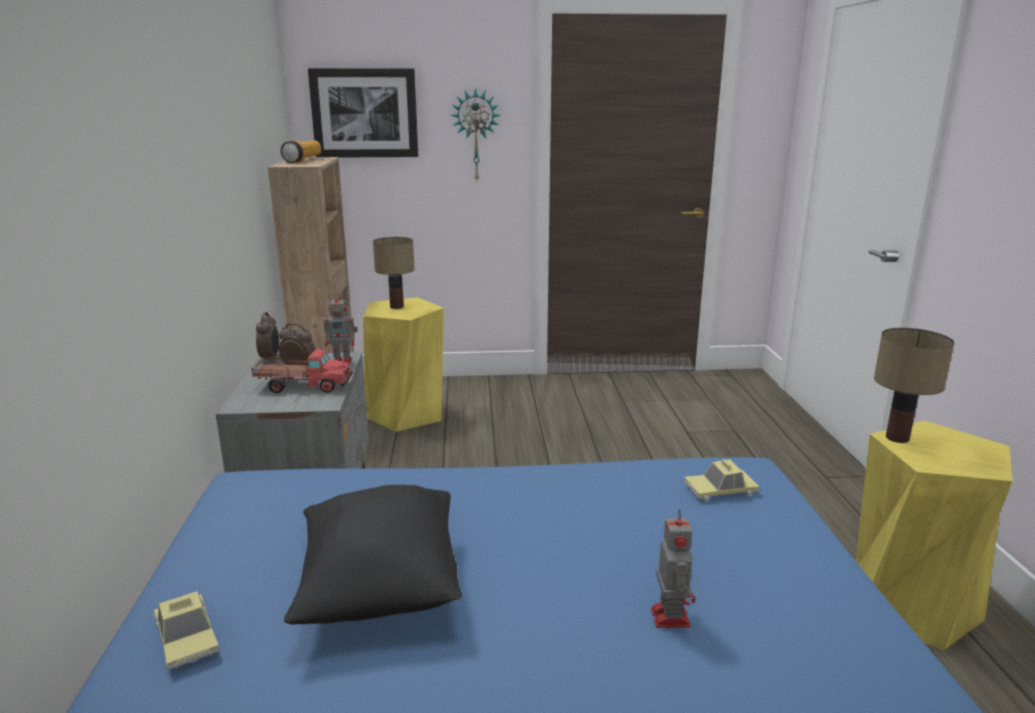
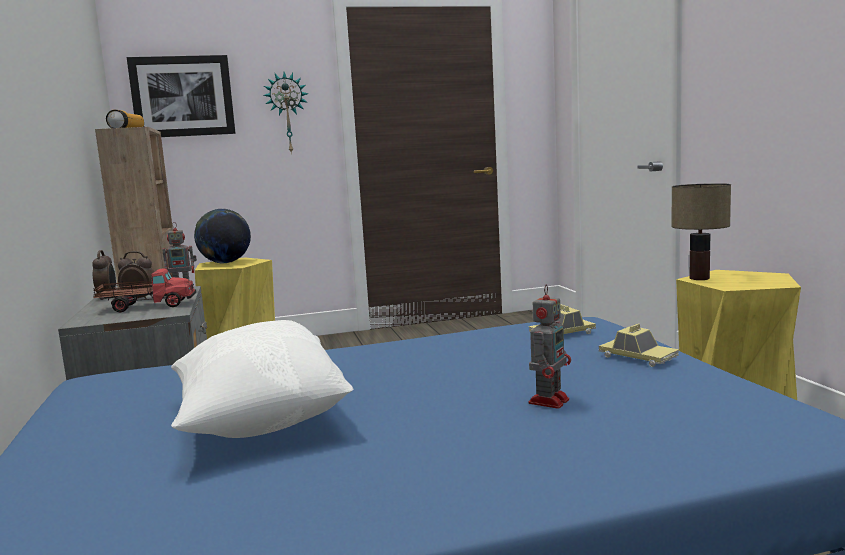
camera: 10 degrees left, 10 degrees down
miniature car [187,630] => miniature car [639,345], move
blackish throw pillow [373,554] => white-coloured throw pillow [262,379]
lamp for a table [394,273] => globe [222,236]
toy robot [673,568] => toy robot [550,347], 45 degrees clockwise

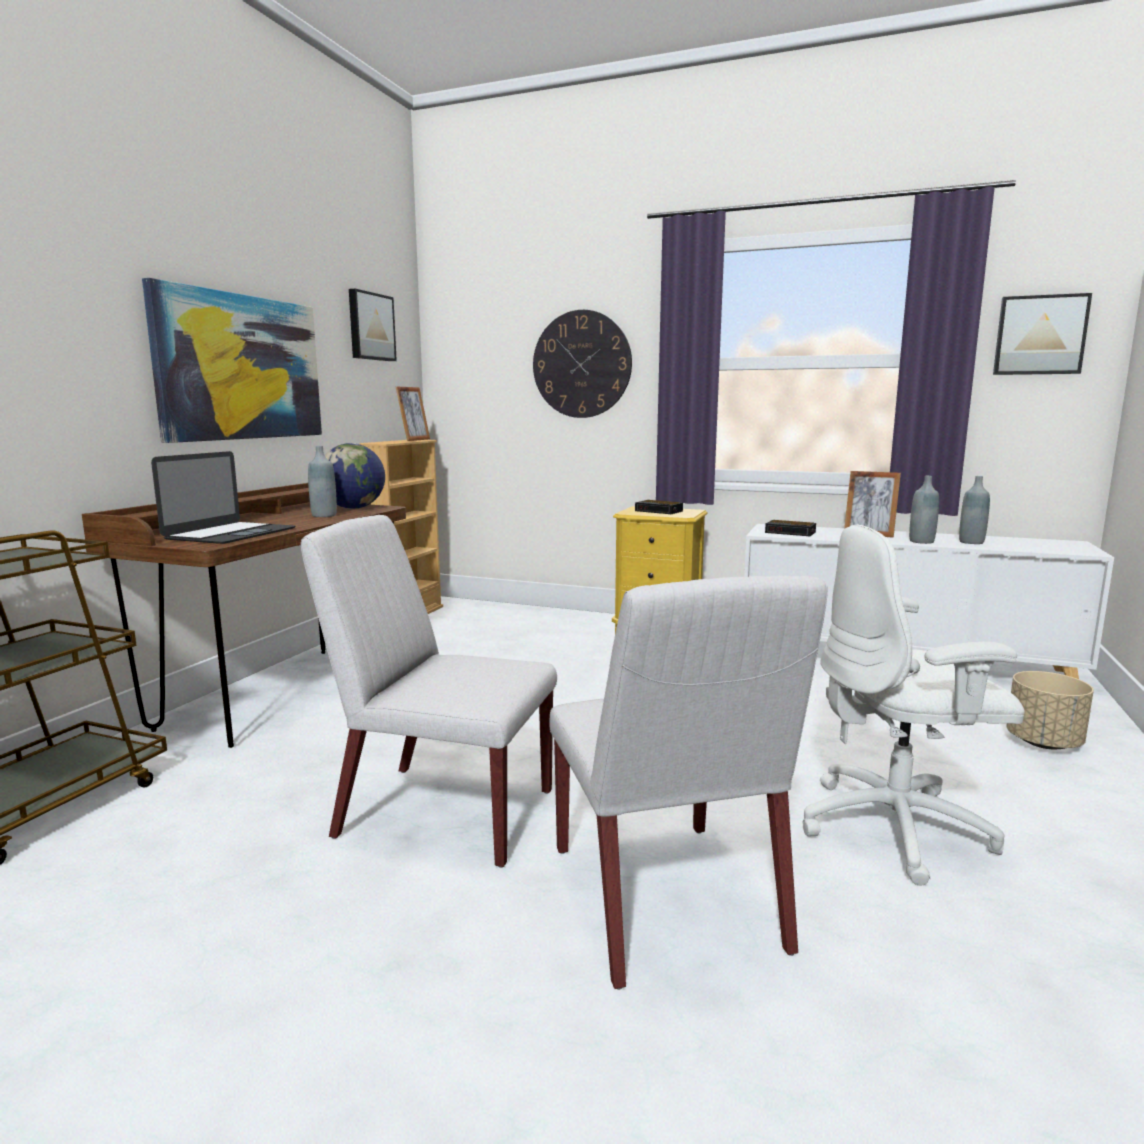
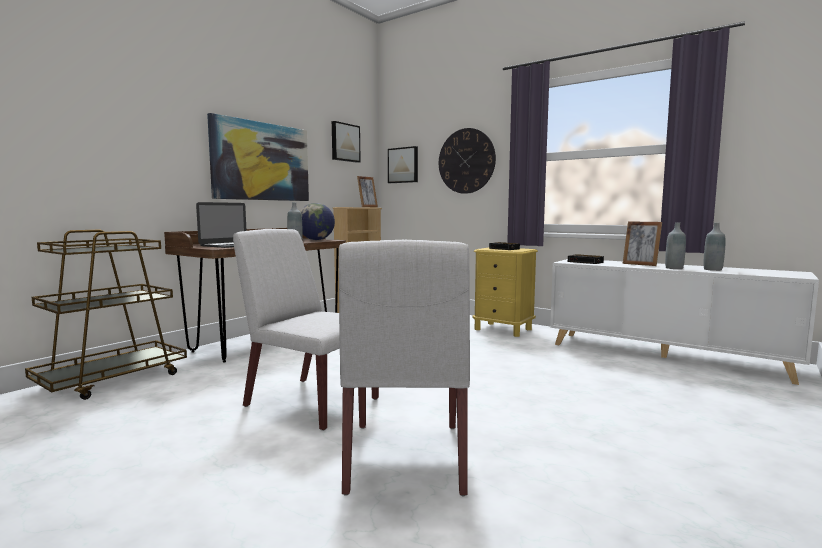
camera: 15 degrees right, 5 degrees down
white-coloured office chair [914,705] => nothing
wall picture [1042,334] => wall picture [403,164], move
beige-coloured plant pot [1050,710] => nothing

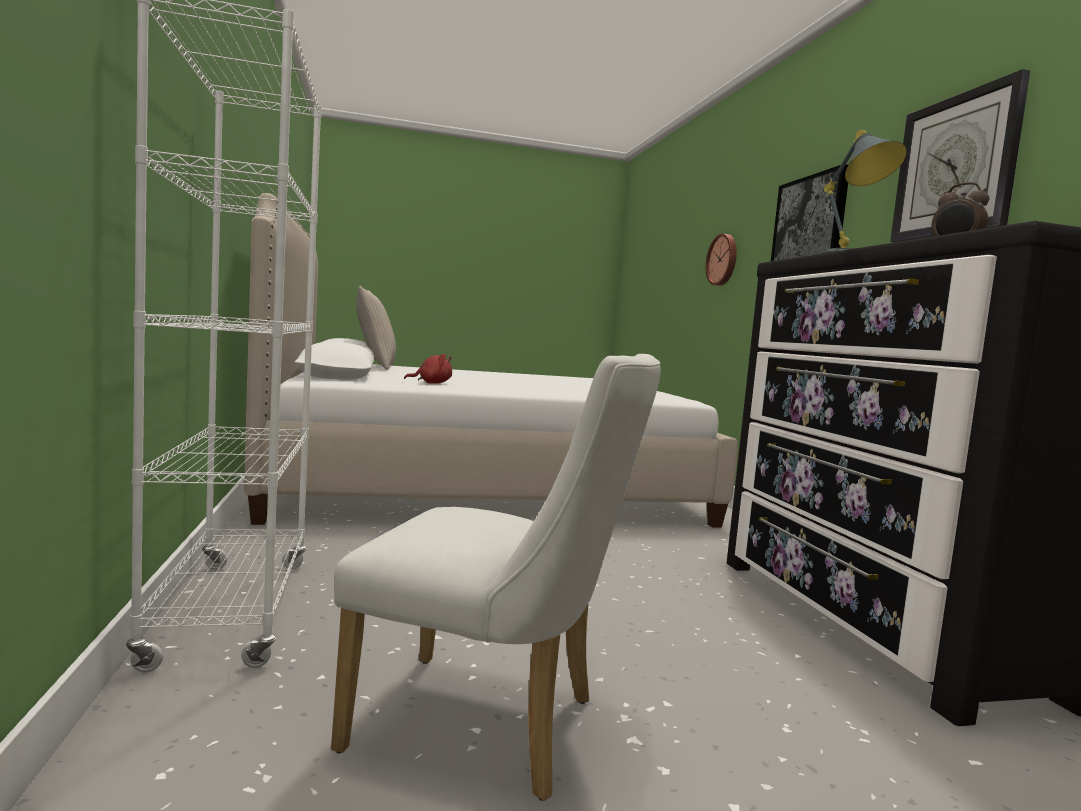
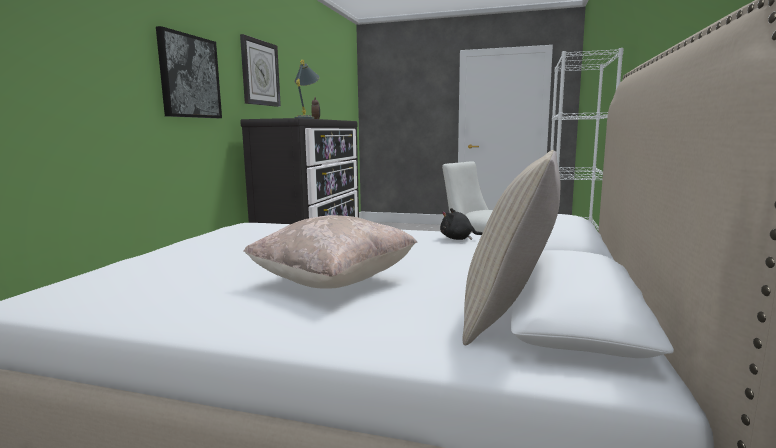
camera: 150 degrees left, 5 degrees up
red cuddly toy [428,369] => blackish cuddly toy [461,224]
clock on the wall [721,260] => nothing
nothing => beige-coloured throw pillow [330,252]

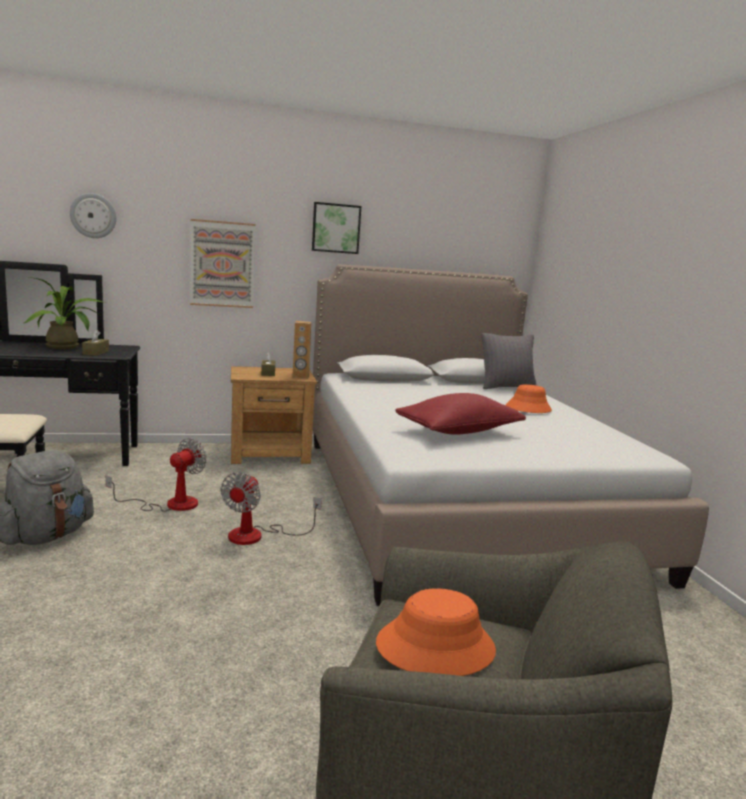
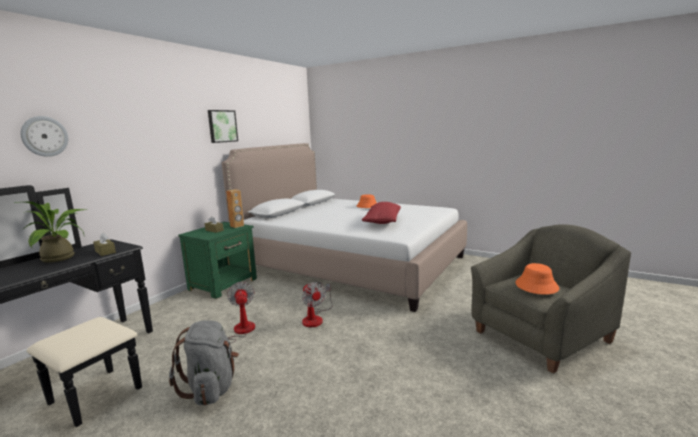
camera: 45 degrees left, 0 degrees up
wall picture [223,263] => nothing
brownish night table [274,415] => green-coloured night table [217,260]
grey throw pillow [509,361] => nothing

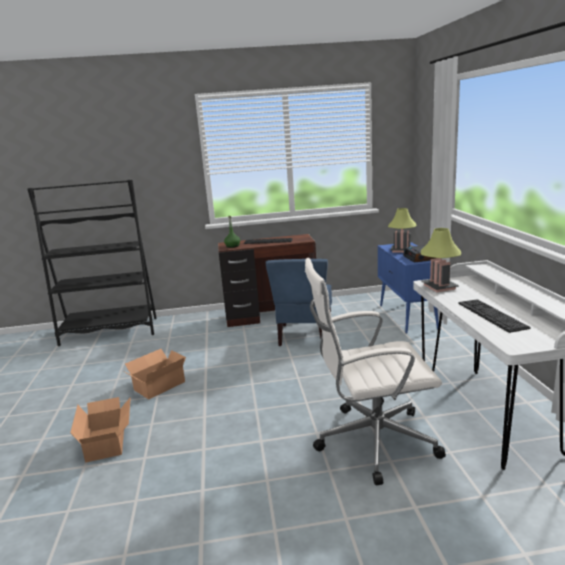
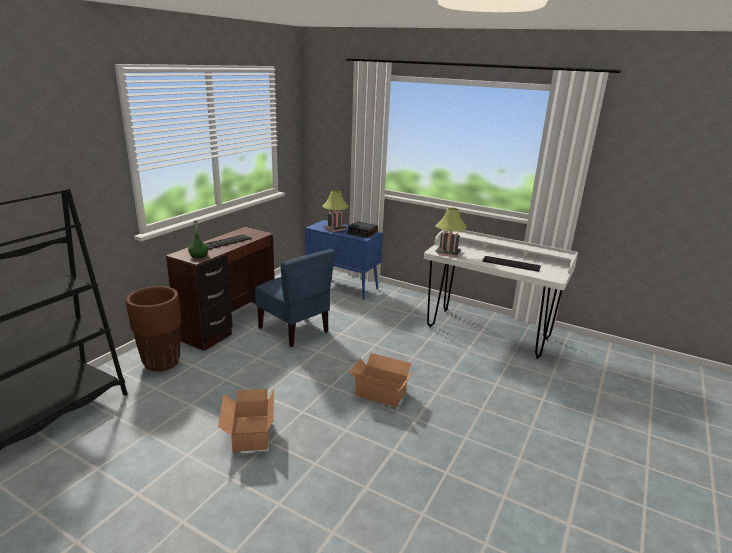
camera: 55 degrees left, 5 degrees up
packing box [100,430] => packing box [381,380], move
white-coloured office chair [375,371] => nothing
nothing => brownish plant pot [153,329]

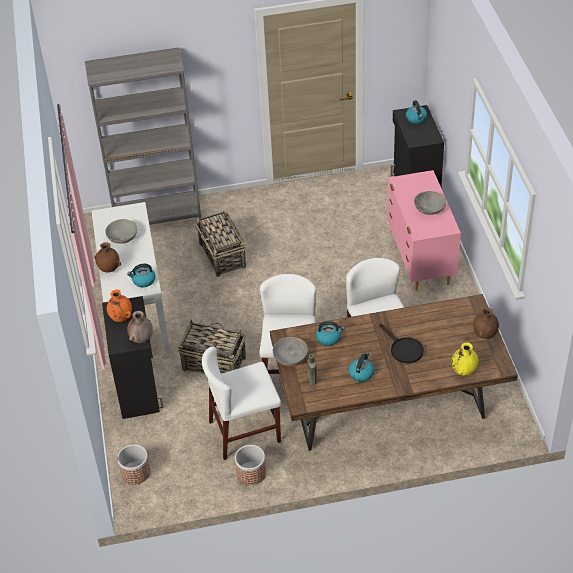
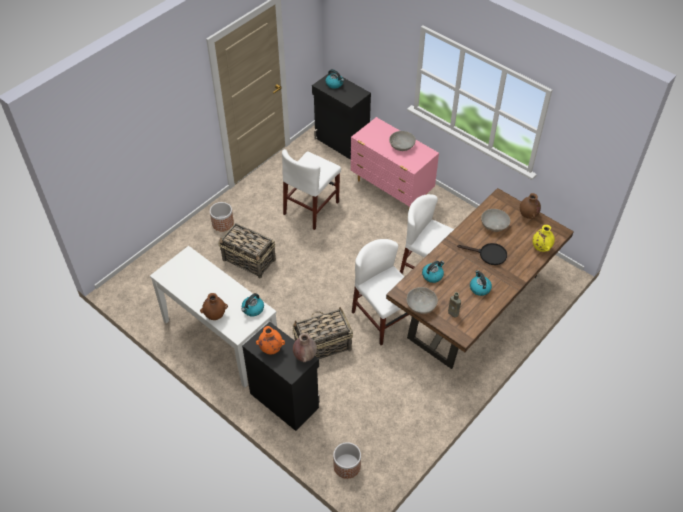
camera: 40 degrees left, 5 degrees up
grey shelving unit [143,136] => nothing
grey bowl [121,231] => grey bowl [495,220], move
white-coloured plain chair [241,403] => white-coloured plain chair [311,189], move
plant pot [250,465] => plant pot [222,217], move

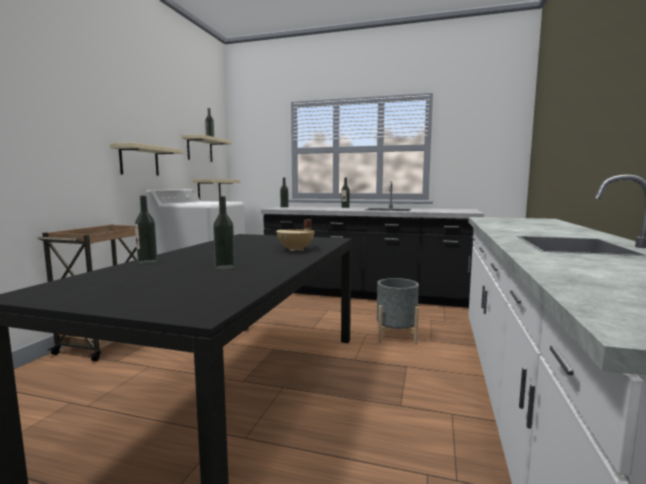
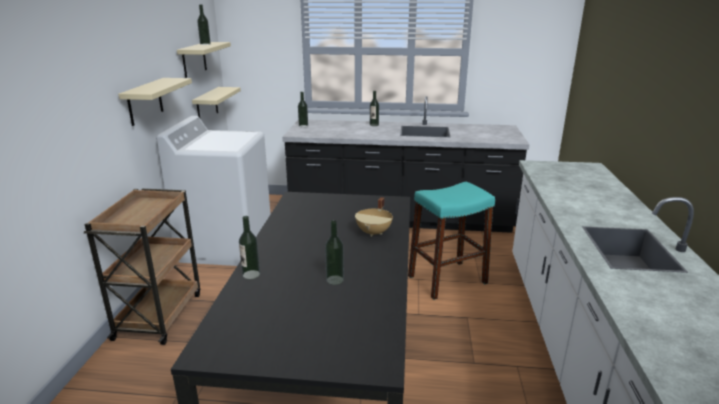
camera: 10 degrees left, 15 degrees up
grey plant pot [398,311] => turquoise stool [451,241]

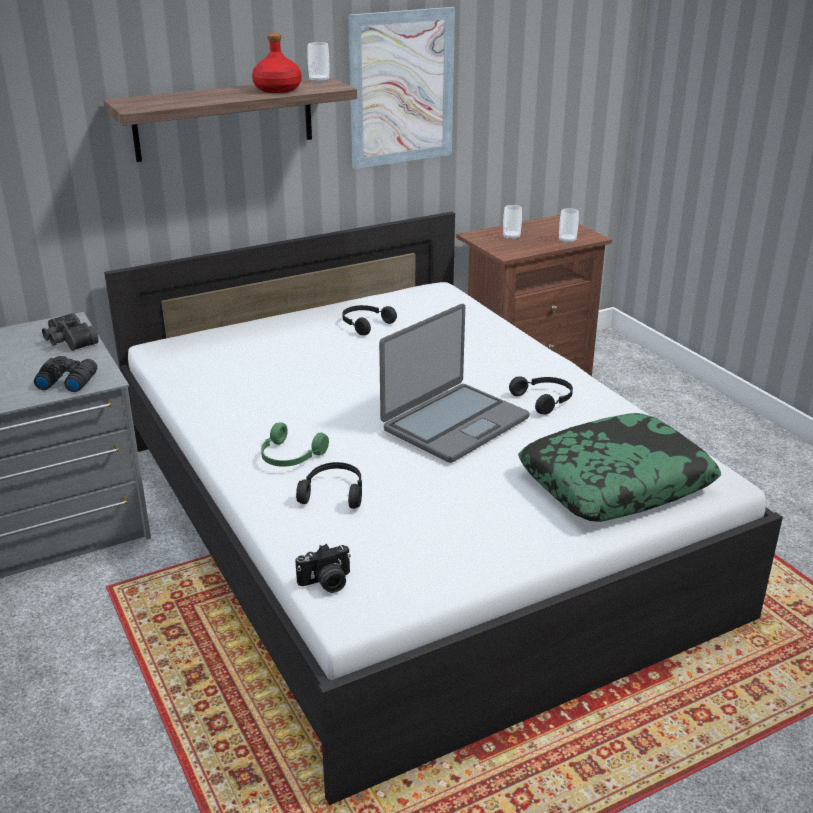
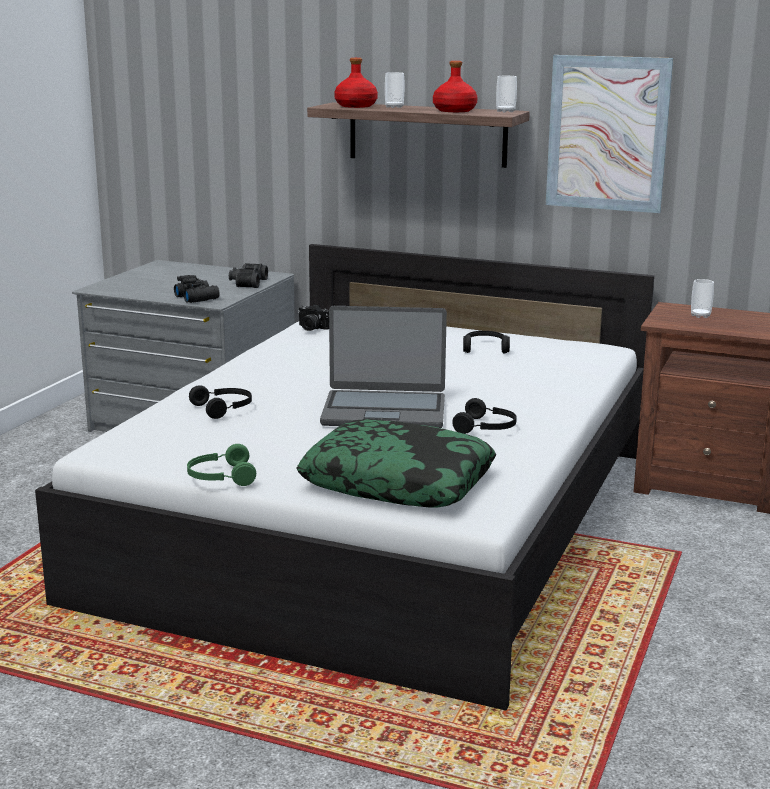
camera: 50 degrees right, 10 degrees down
green-coloured headphones [295,444] => green-coloured headphones [221,465], move
still camera [323,568] => still camera [313,317], move
small cup [569,226] => small cup [395,90], move
nothing => red drink bottle [356,83]

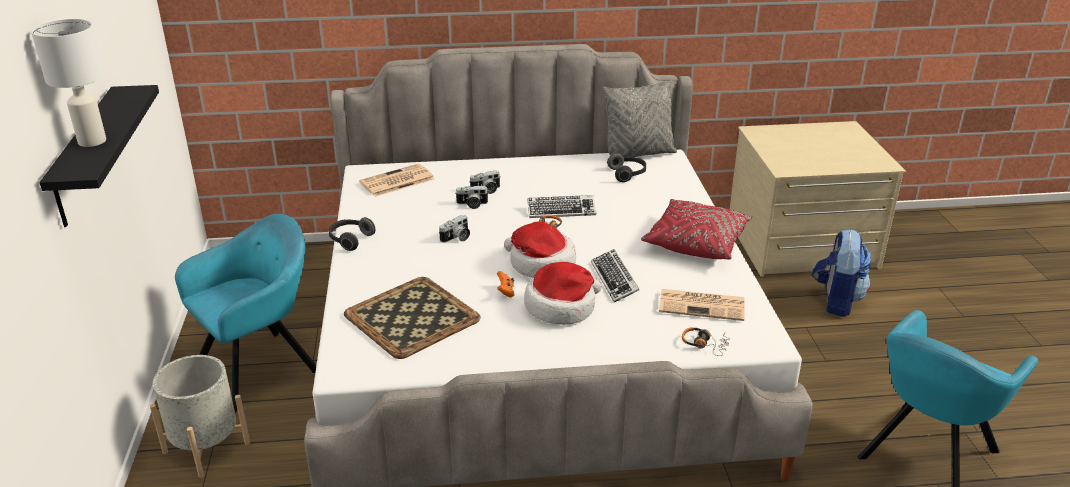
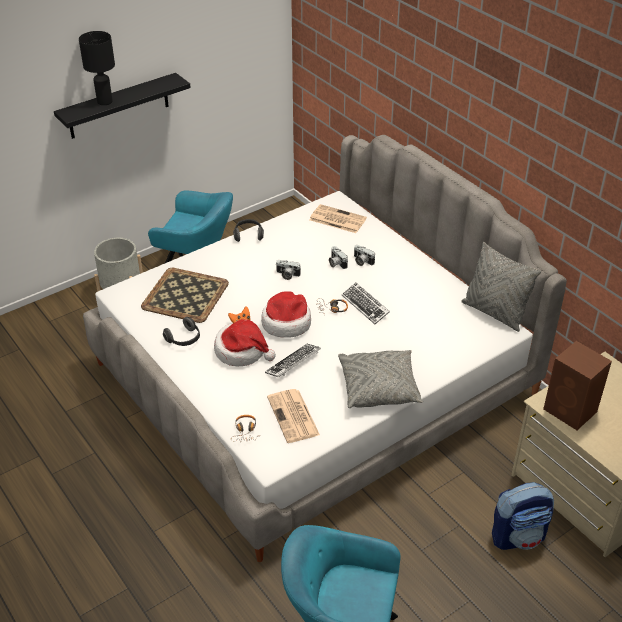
camera: 60 degrees right, 10 degrees up
white-coloured lamp for a table [68,83] => blackish lamp for a table [97,68]
headphones [626,167] => headphones [181,331], move
red throw pillow [696,229] => grey throw pillow [380,379]
nothing => brownish loudspeaker [577,385]

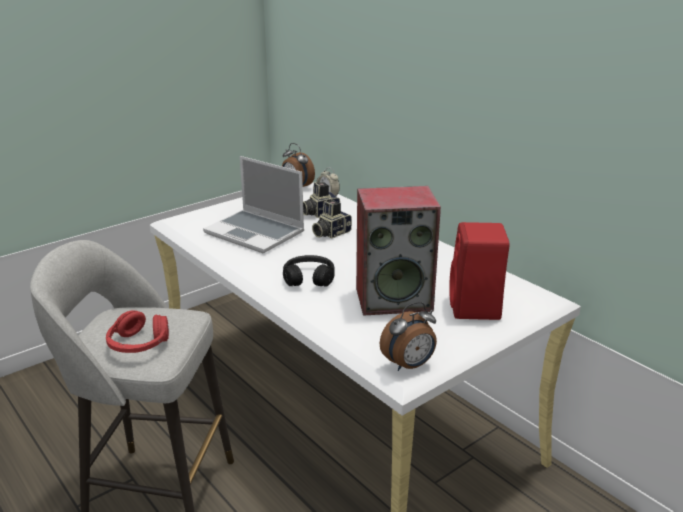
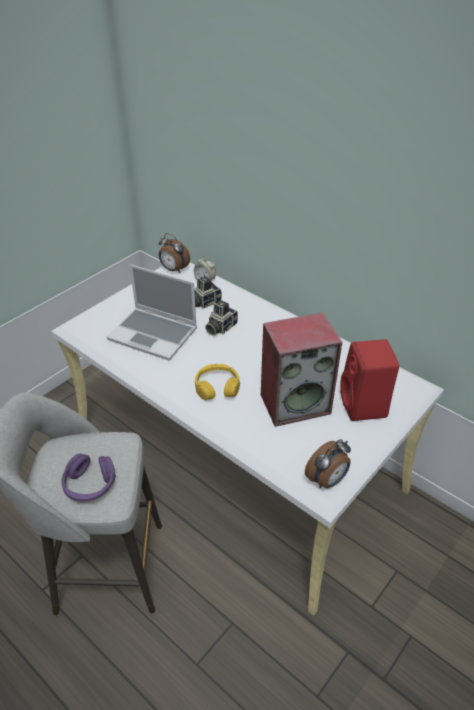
camera: 10 degrees left, 15 degrees up
red headphones [137,331] => purple headphones [88,477]
blackish headphones [309,271] => yellow-coloured headphones [217,382]

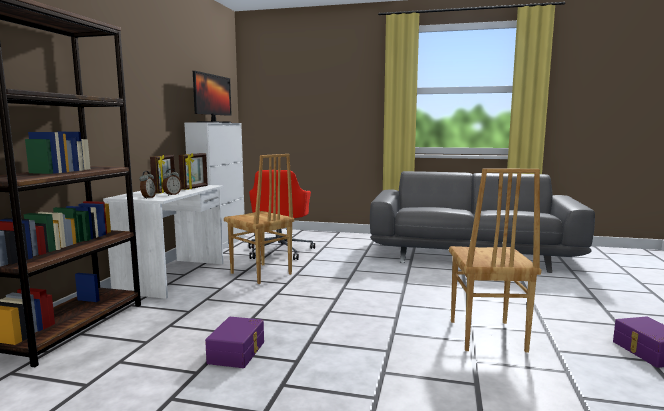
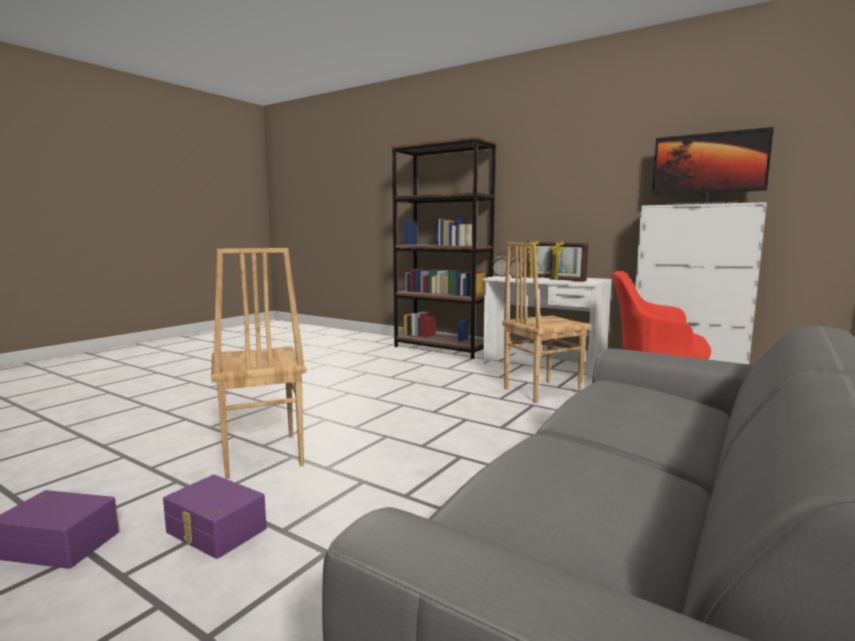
camera: 110 degrees right, 0 degrees up
purple storage bin [234,342] => purple storage bin [214,516], move
brownish plain chair [495,260] => brownish plain chair [258,363], 135 degrees counterclockwise

